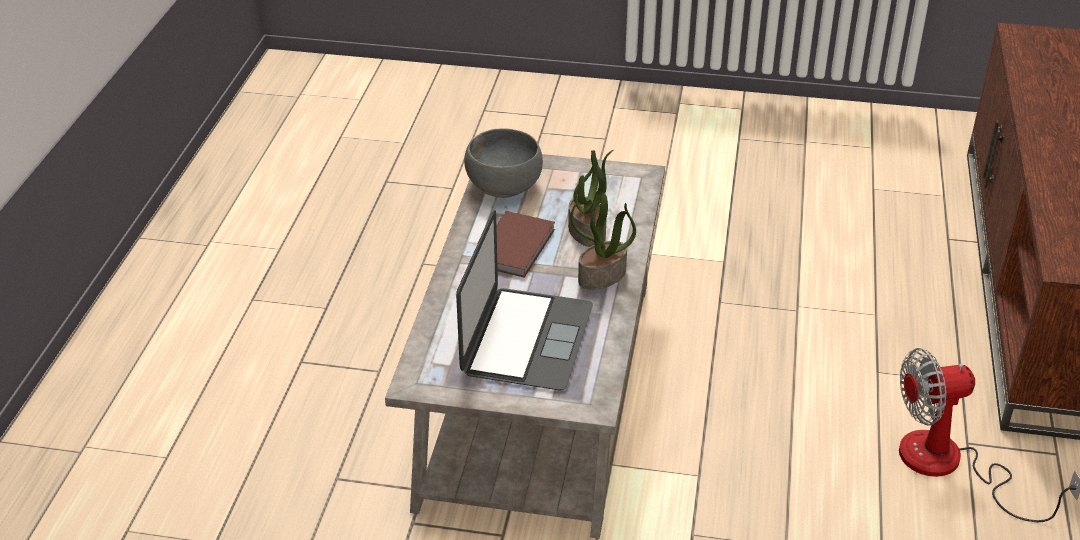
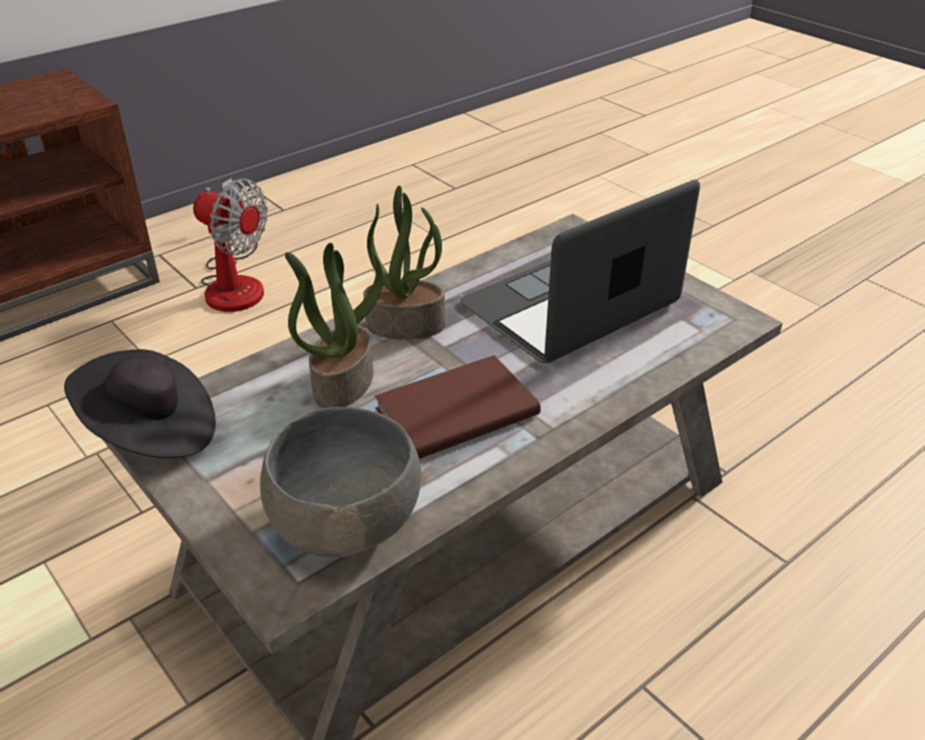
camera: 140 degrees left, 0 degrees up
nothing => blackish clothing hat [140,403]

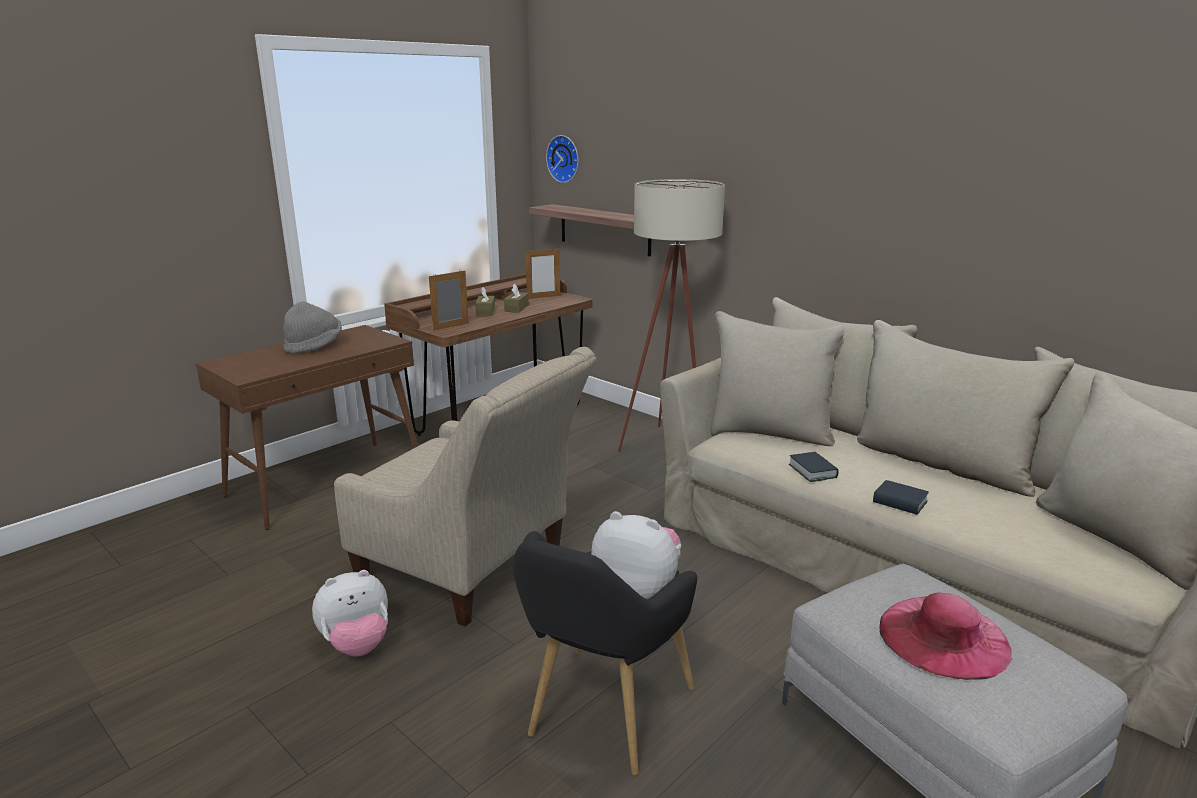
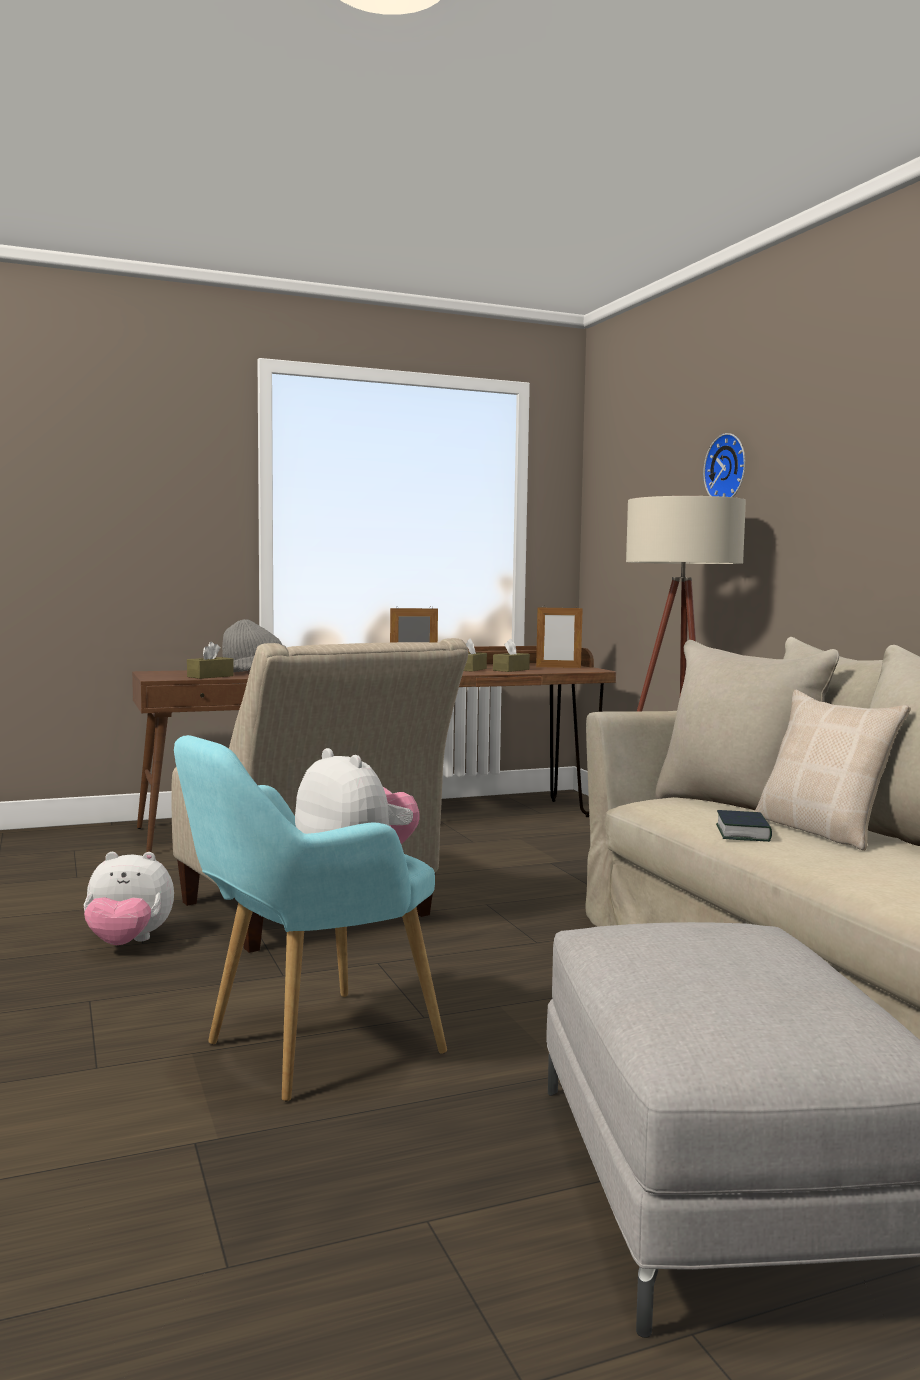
camera: 25 degrees right, 15 degrees down
blackish armchair [604,653] => turquoise armchair [310,918]
bracket shelf [590,230] => nothing
clock on the wall [562,159] => clock on the wall [724,465], move
volume [901,497] => nothing
pink-coloured clothing hat [945,636] => nothing
nothing => brownish tissue holder [210,660]
nothing => beige-coloured throw pillow [832,770]

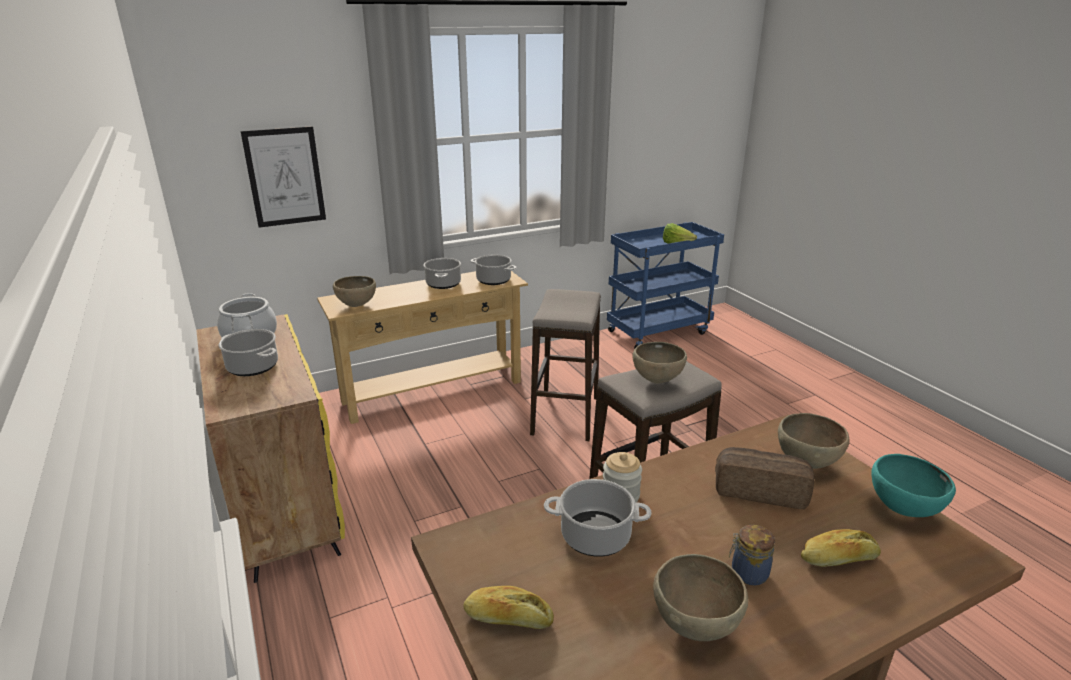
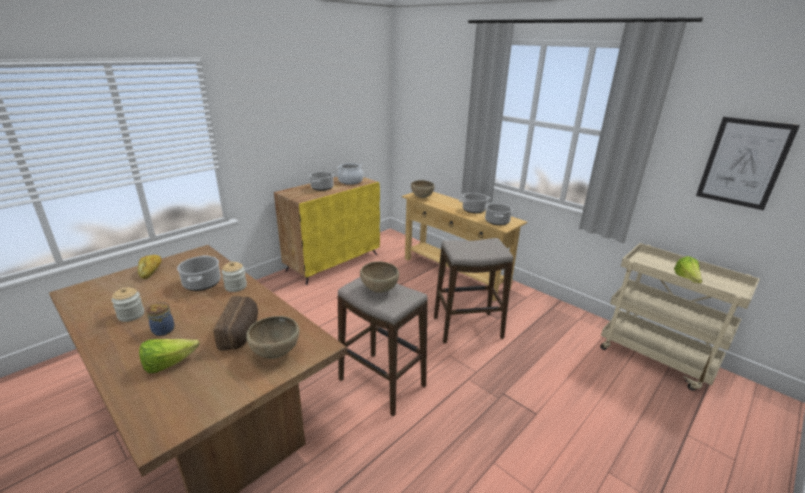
camera: 70 degrees right, 0 degrees up
wall picture [283,177] => wall picture [748,163], move
blue trolley [665,285] => beige-coloured trolley [680,317]
brownish bowl [700,597] => storage jar [127,304]
baked bread [841,548] => lettuce [169,356]
turquoise bowl [913,485] => nothing

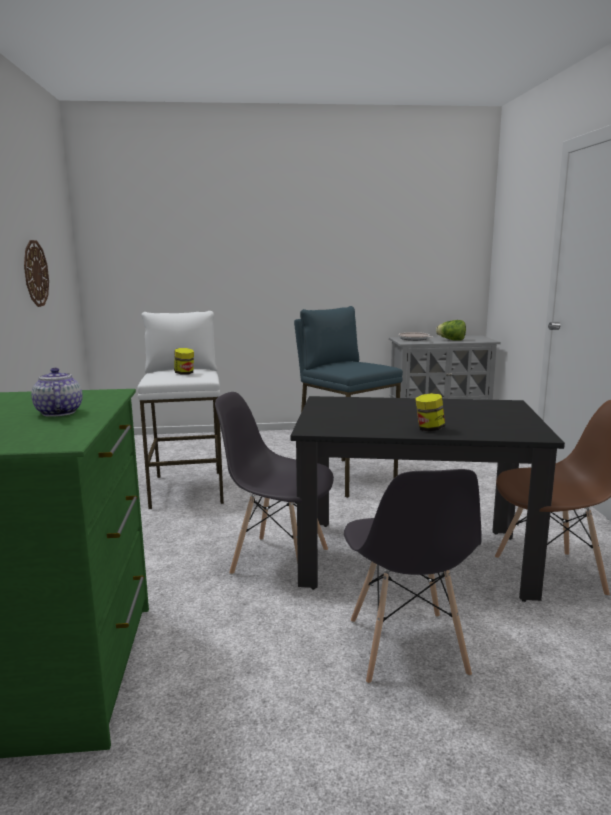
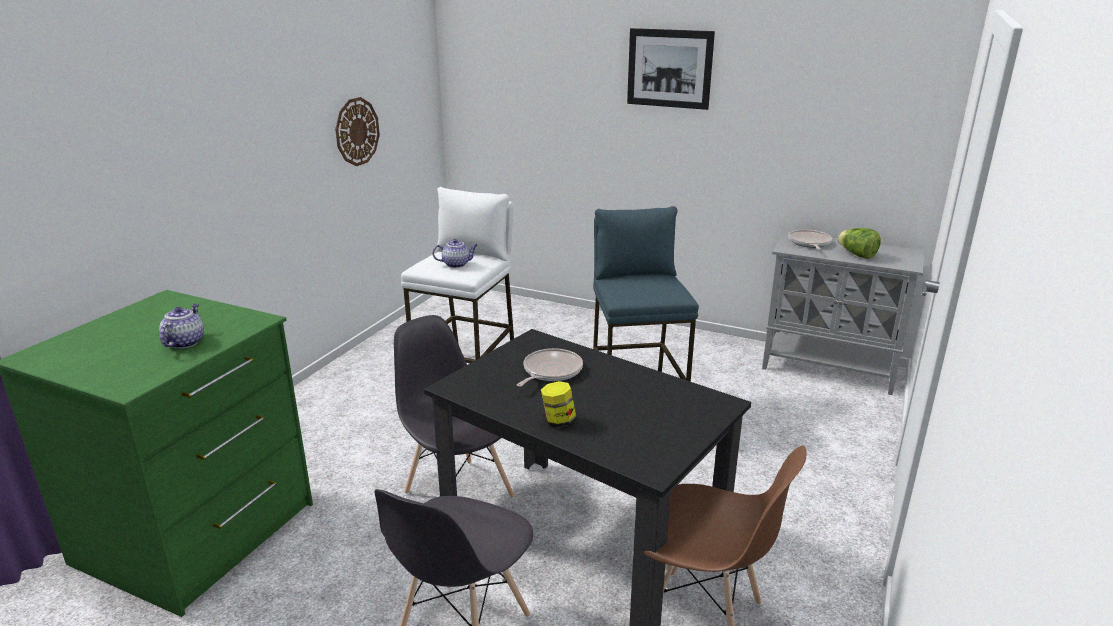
camera: 30 degrees right, 10 degrees up
storage jar [184,361] => teapot [455,253]
nothing => pan [550,367]
nothing => wall picture [671,69]

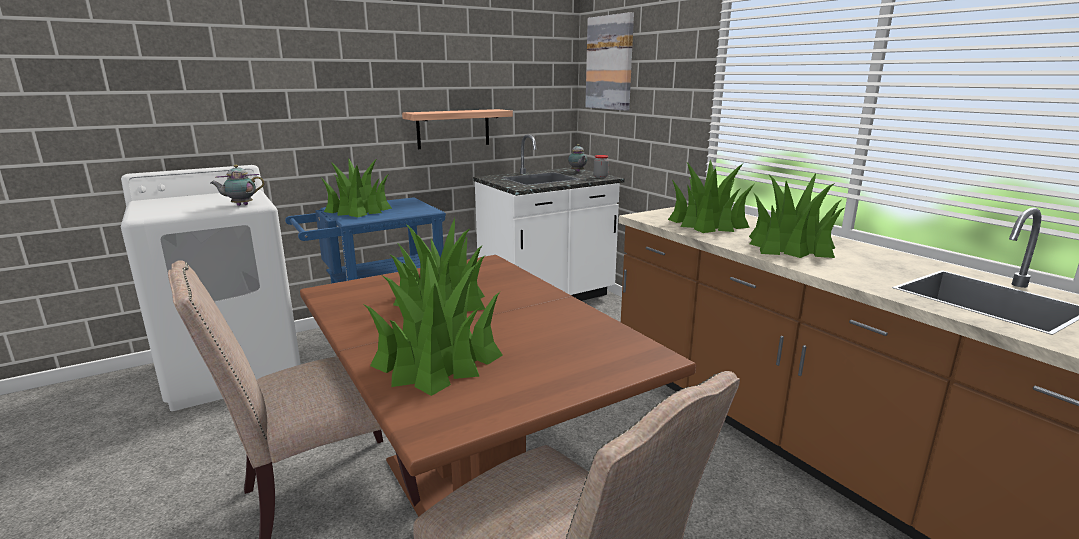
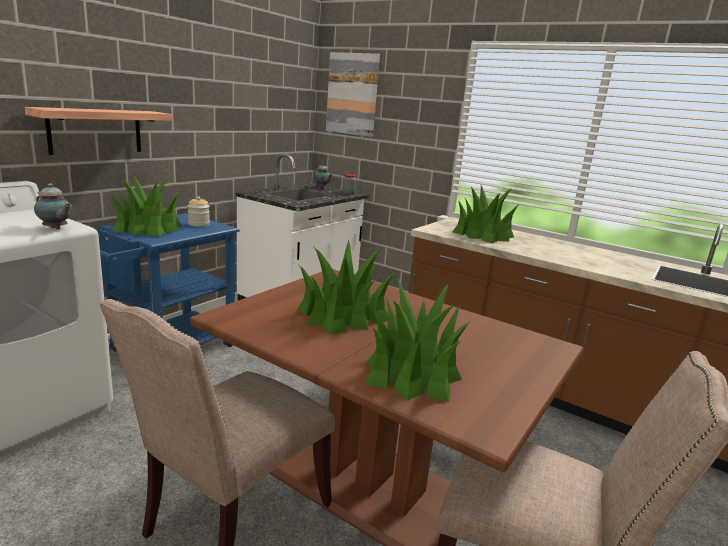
camera: 25 degrees left, 0 degrees up
teapot [237,185] => teapot [53,206], 105 degrees counterclockwise
bracket shelf [457,129] => bracket shelf [98,131], move
plant in a pot [796,216] => nothing
nothing => storage jar [199,211]

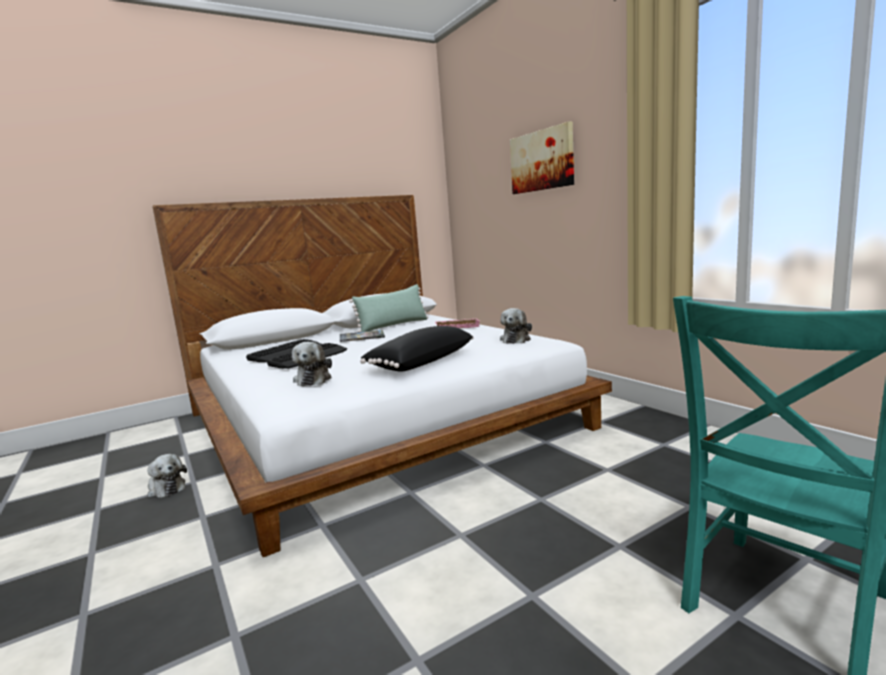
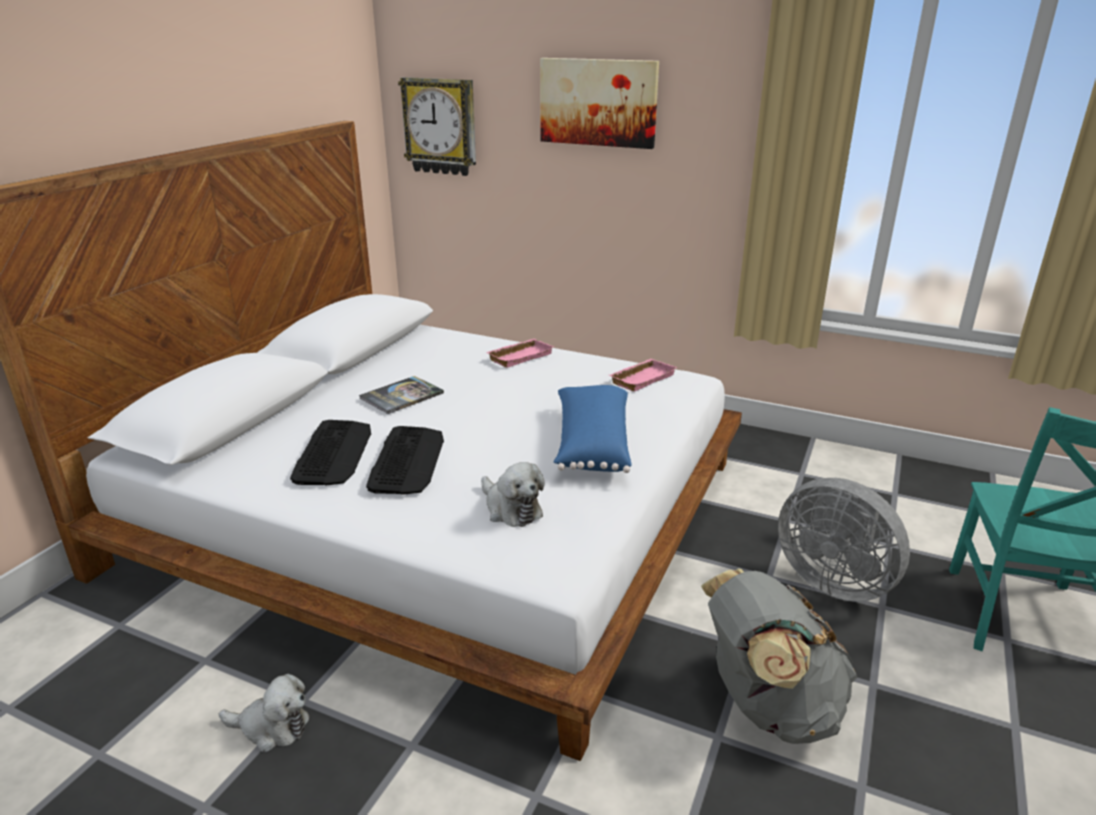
camera: 35 degrees left, 15 degrees up
green-coloured throw pillow [389,308] => nothing
blackish throw pillow [417,348] => blue throw pillow [592,429]
cuddly toy [516,326] => pink-coloured carrying tray [643,375]
nothing => clock on the wall [437,126]
nothing => grey knapsack [779,656]
nothing => grey cooling fan [844,540]

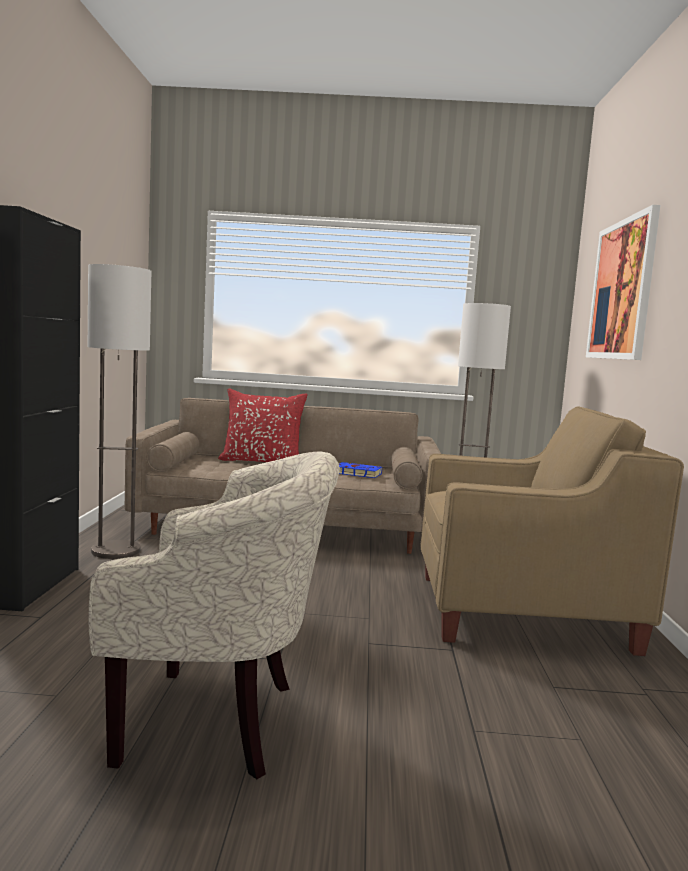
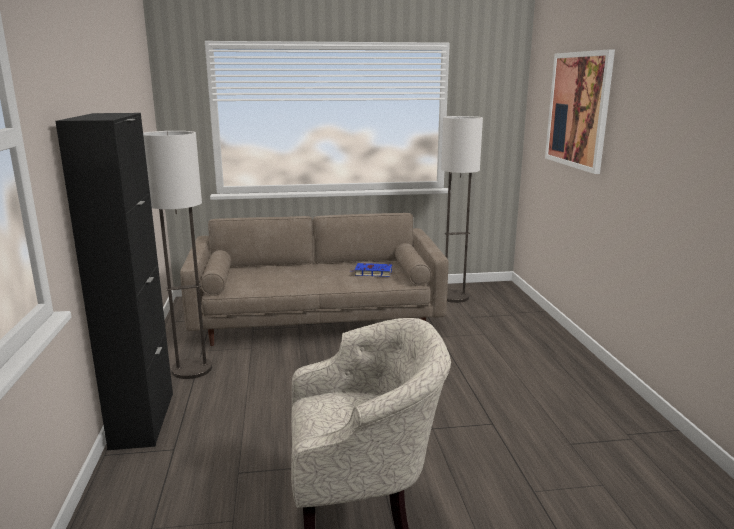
camera: 10 degrees left, 10 degrees up
red throw pillow [263,425] => nothing
beige-coloured armchair [552,531] => nothing

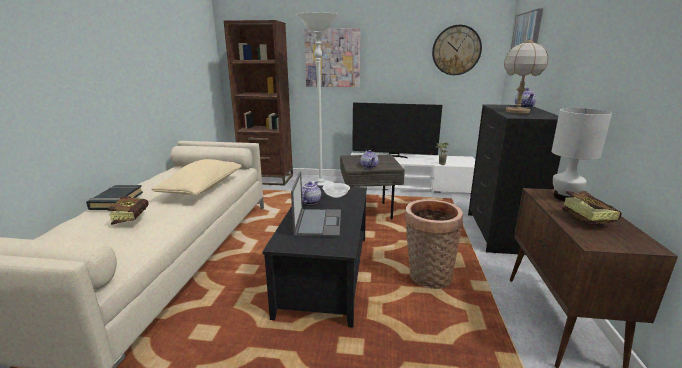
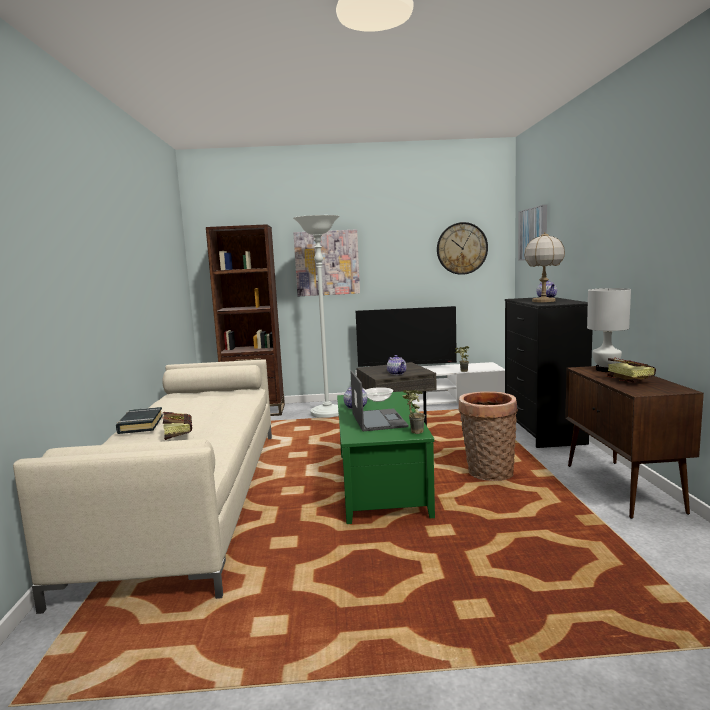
camera: 10 degrees left, 10 degrees down
beige-coloured throw pillow [196,177] => nothing
blackish coffee table [314,256] => green-coloured coffee table [386,457]
nothing => plant in a pot [414,412]

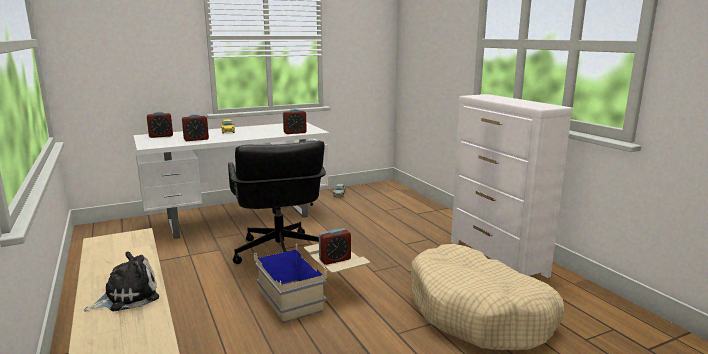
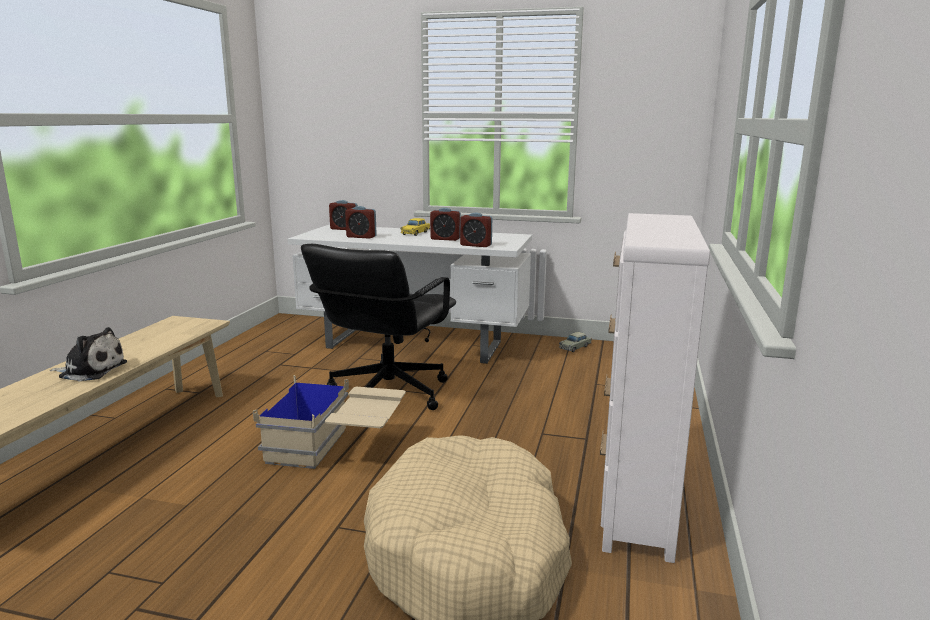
camera: 40 degrees right, 0 degrees up
bedside clock [335,246] => bedside clock [445,224], move

